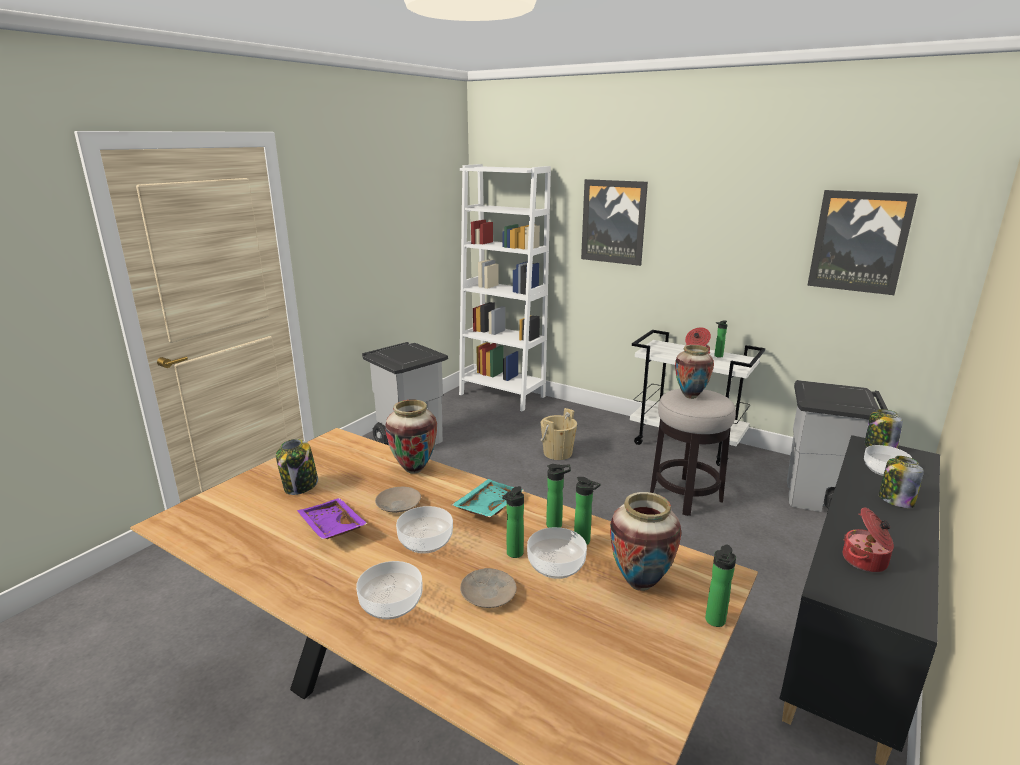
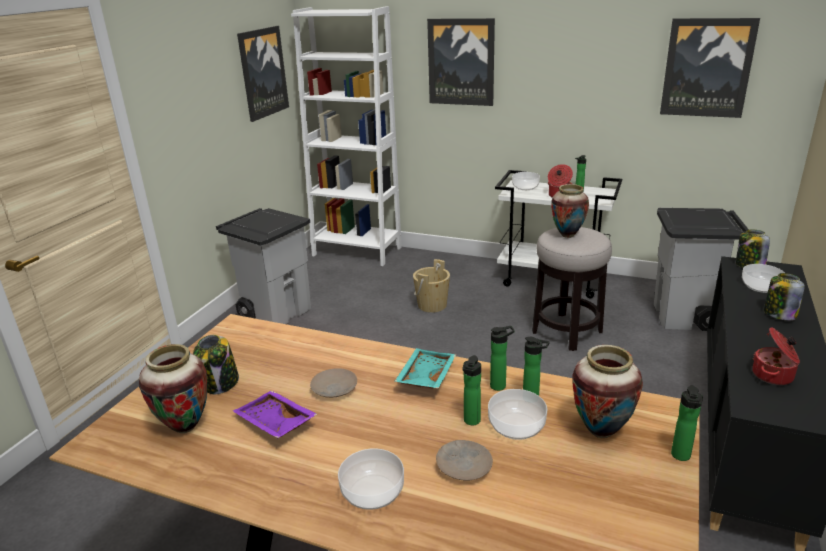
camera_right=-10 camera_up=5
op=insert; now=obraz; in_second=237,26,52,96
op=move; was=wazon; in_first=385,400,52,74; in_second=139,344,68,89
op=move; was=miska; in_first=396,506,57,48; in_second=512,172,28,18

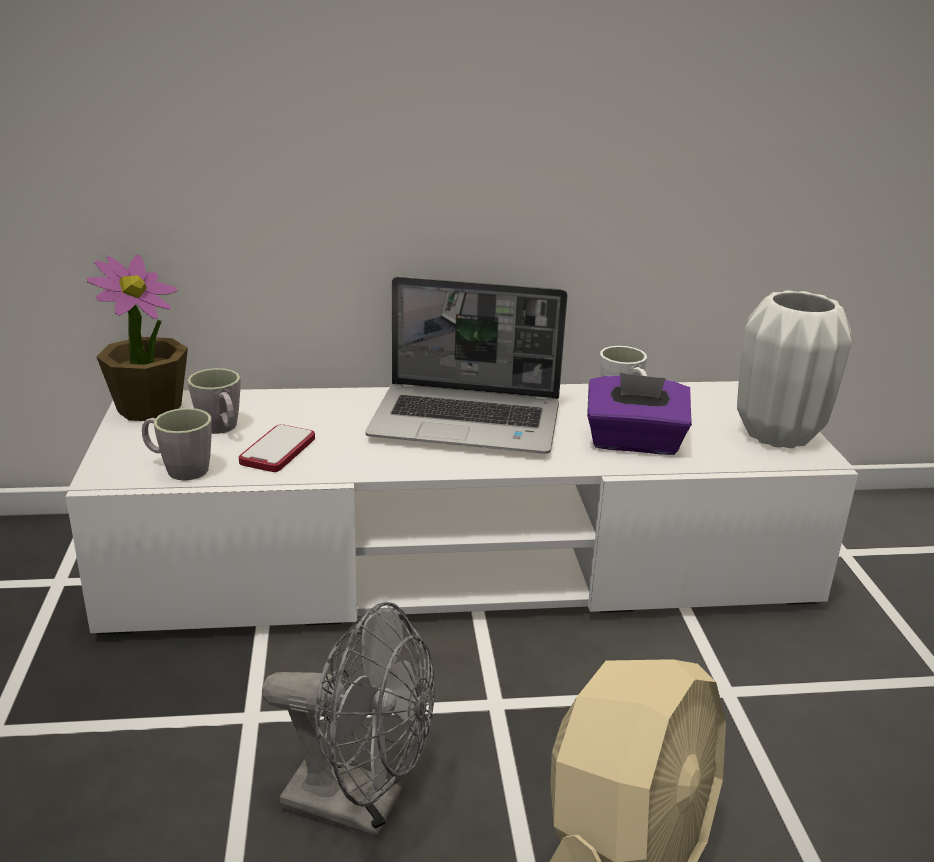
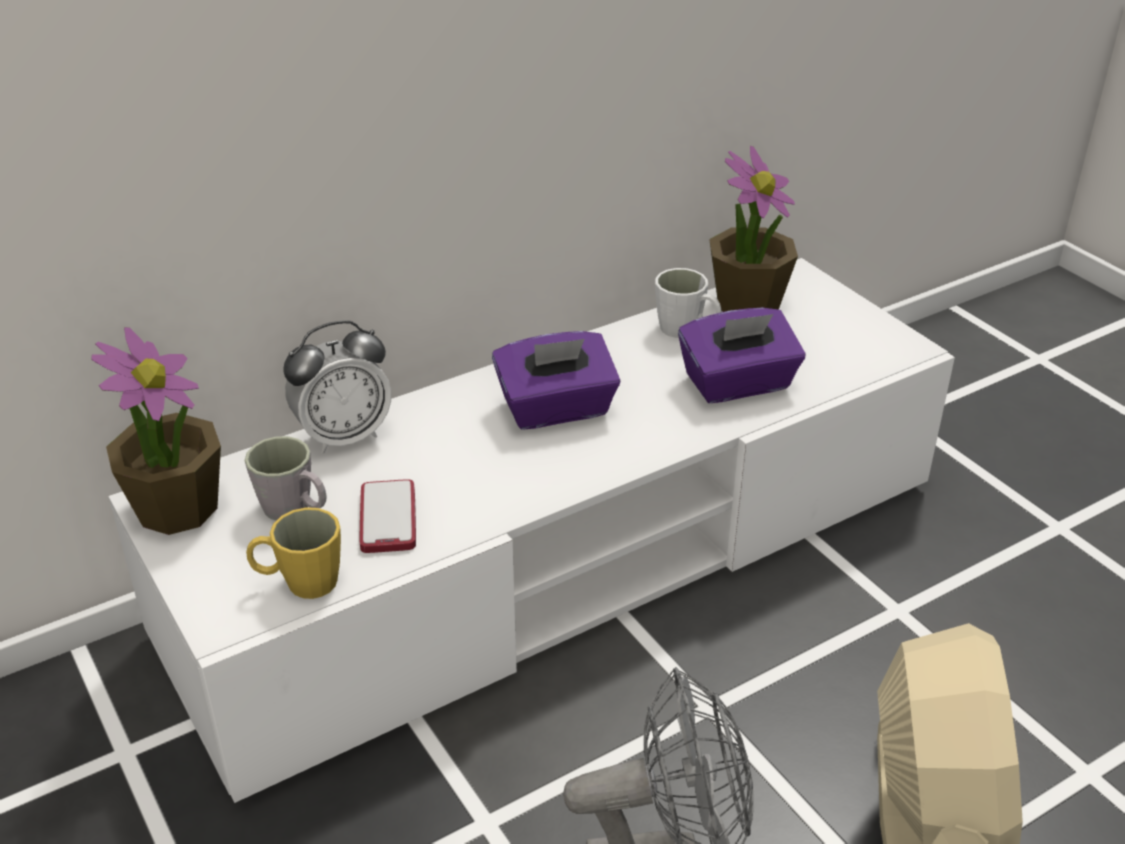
camera_right=-25 camera_up=10
op=delete; was=wazon/biały; in_first=737,290,115,158
op=insert; now=budzik; in_second=283,320,108,134
op=insert; now=roślina doniczkowa; in_second=709,145,89,167
op=replace; was=laptop; now=pudełko chusteczek/fioletowy; in_first=365,277,202,177; in_second=492,331,129,99
op=recolor; was=kubek/szary; now=kubek/żółty; in_first=142,408,70,72; in_second=246,507,95,92

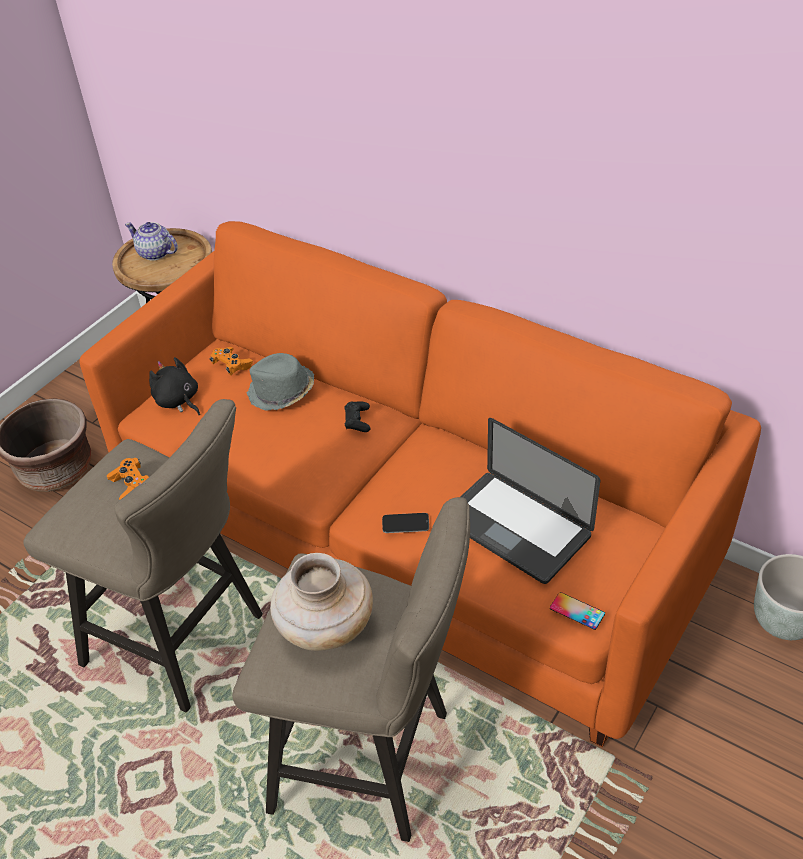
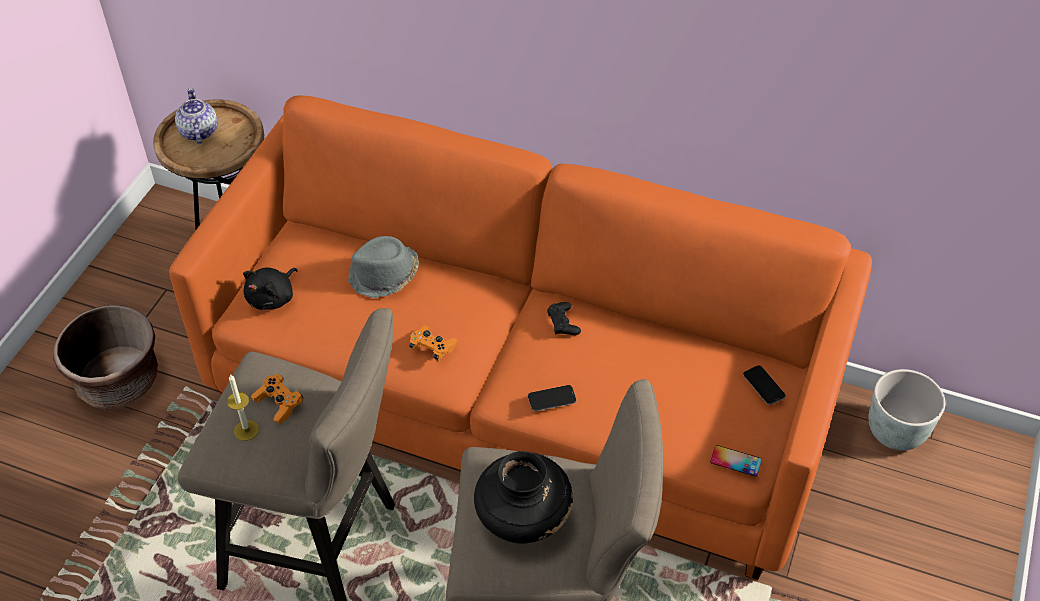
camera_right=-15 camera_up=5
op=delete; was=laptop; in_first=460,418,140,166
op=insert; now=świeca; in_second=227,374,32,67
op=insert; now=telefon; in_second=743,365,43,40
op=move; was=pad do gier/pomarańczowy; in_first=210,347,43,28; in_second=409,325,49,37
op=move; was=pad do gier/czarny; in_first=344,401,26,31; in_second=547,302,34,33
op=recolor; was=wazon/beżowy; now=wazon/czarny; in_first=270,553,103,98; in_second=474,451,99,93
op=rotate; was=imbryk; in_first=125,222,53,39; in_second=175,88,42,56; clockwise=60
op=rotate; was=pluszak/czarny; in_first=149,357,51,58; in_second=243,267,55,43; clockwise=-90

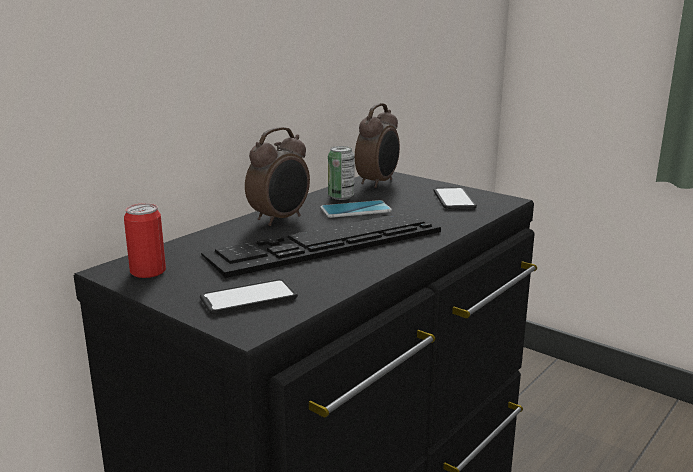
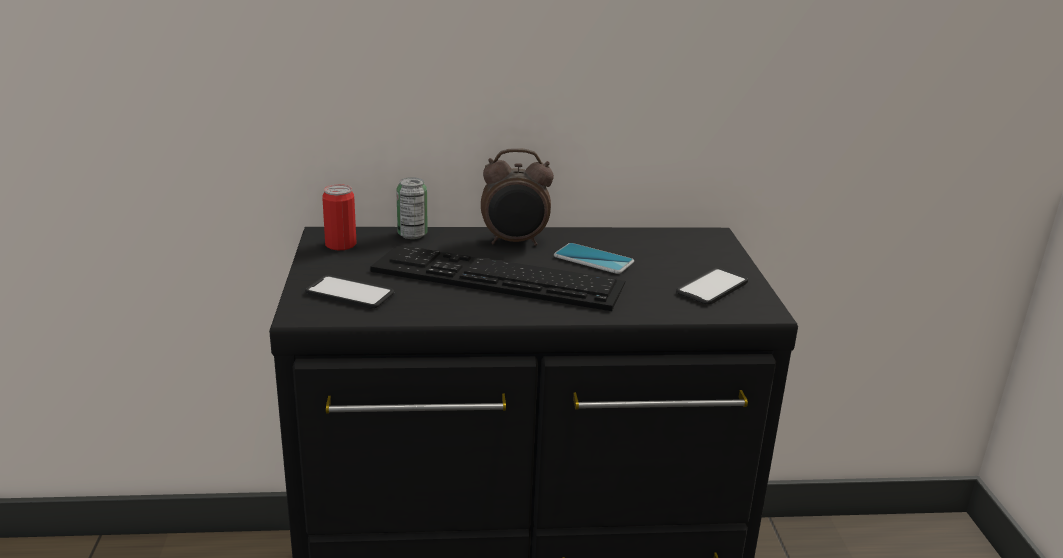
camera_right=45 camera_up=5
op=delete; was=budzik; in_first=355,103,45,85
op=move; was=puszka; in_first=328,146,26,54; in_second=396,177,32,62

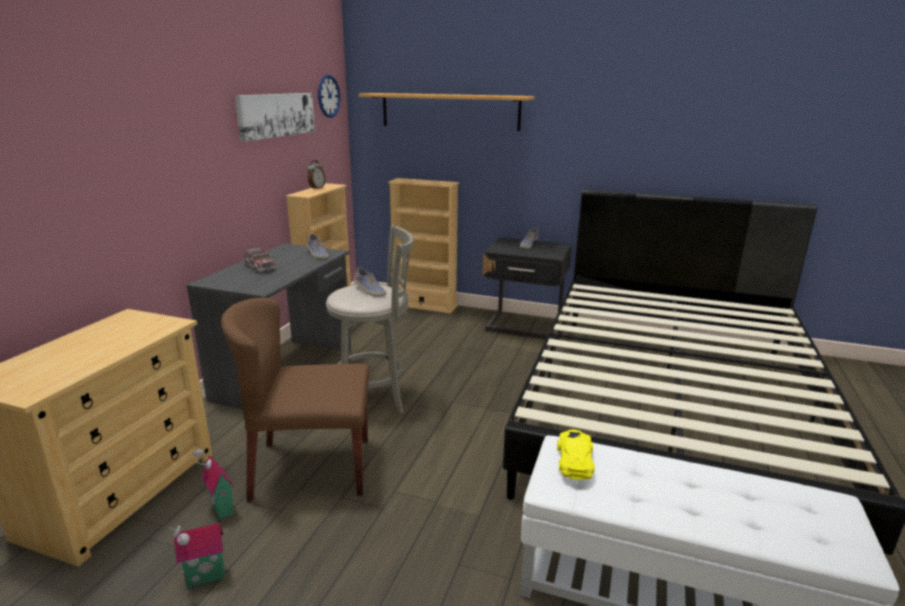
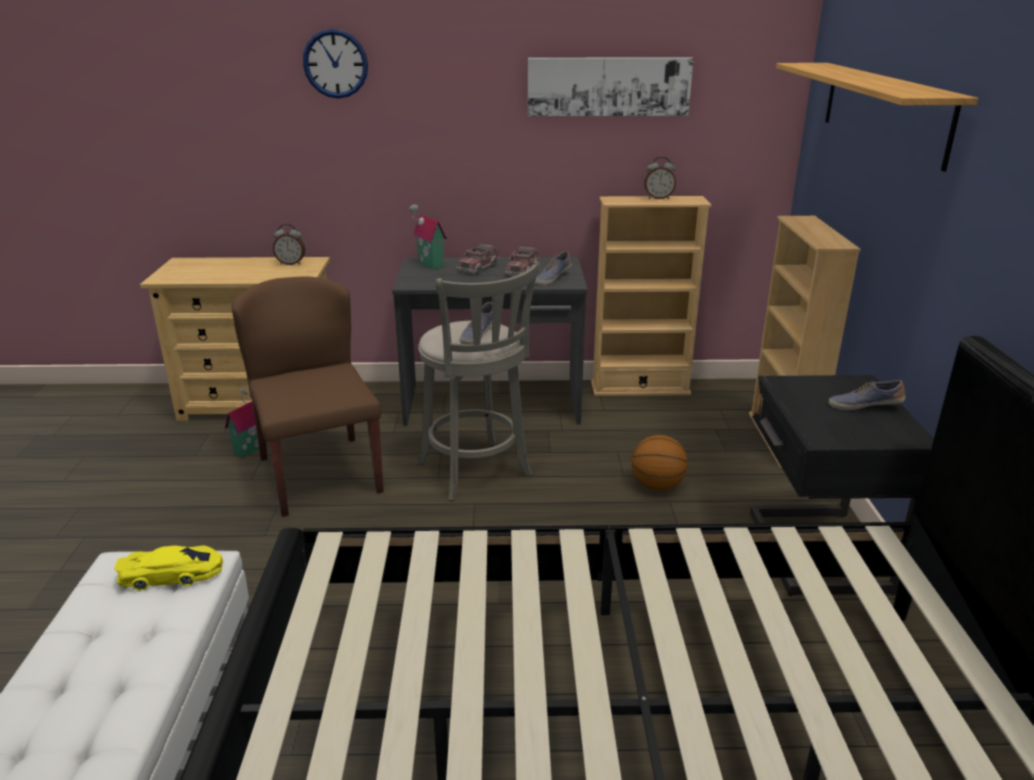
camera_right=70 camera_up=5
op=insert; now=budzik; in_second=273,224,32,41
op=insert; now=ciężarówka zabawkowa; in_second=505,245,35,31
op=insert; now=piłka do koszykówki; in_second=631,435,57,55
op=move; was=domek; in_first=169,523,56,65; in_second=409,205,38,65
op=move; was=zegar ścienny; in_first=318,75,22,43; in_second=303,29,65,70

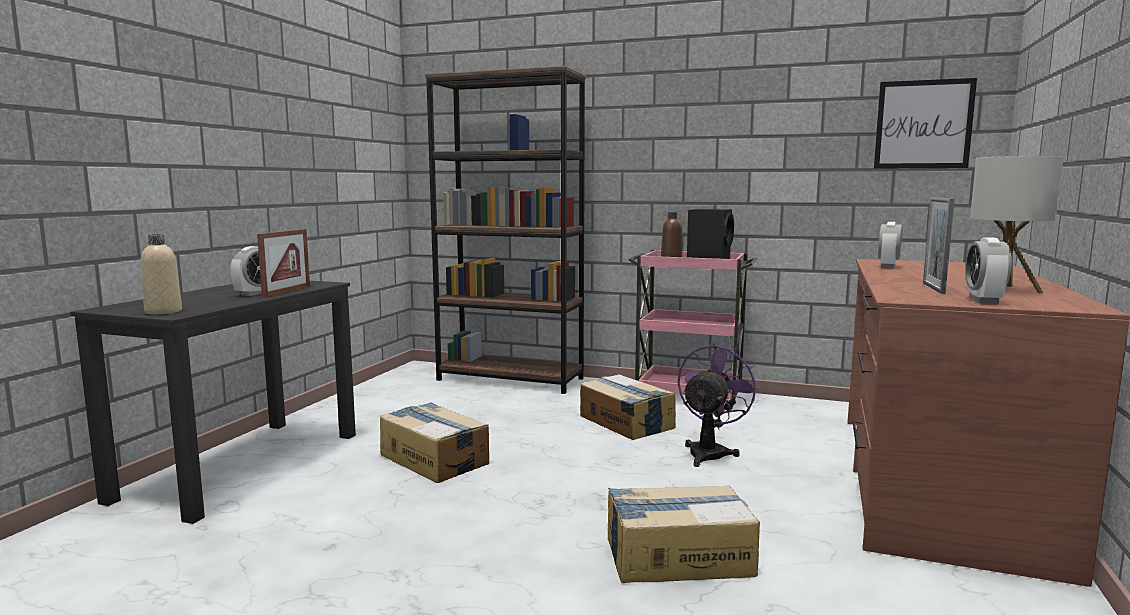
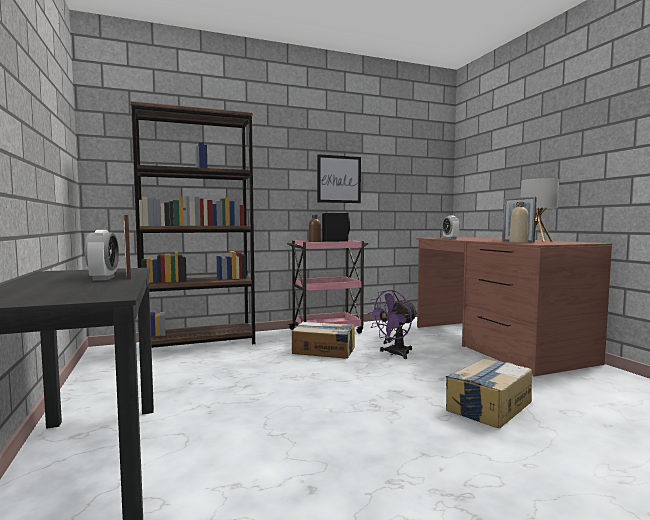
camera_right=-40 camera_up=-5
op=delete; was=karton; in_first=380,402,109,81
op=delete; was=budzik; in_first=965,237,47,67
op=move; was=butelka/beżowy; in_first=141,234,41,80; in_second=509,202,20,41
op=move; was=obraz; in_first=874,78,103,91; in_second=317,154,44,49
op=rotate; was=wentylator/fioletowy; in_first=677,343,83,124; in_second=367,290,51,69; clockwise=-120

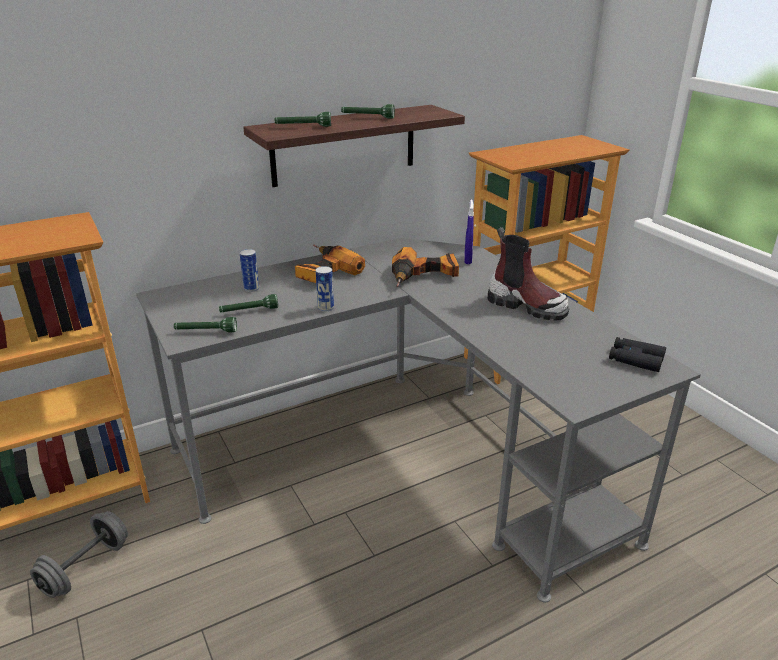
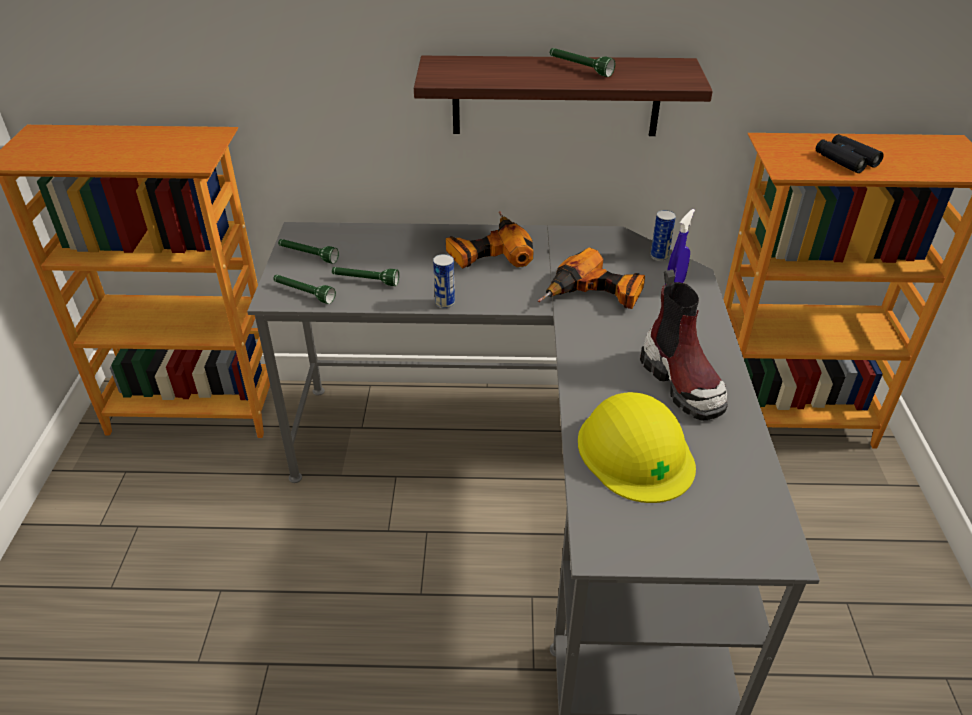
camera_right=30 camera_up=10
op=delete; was=hantel/szary; in_first=30,511,98,87
op=insert; now=kask/żółty; in_second=578,392,118,111
op=move; was=puszka; in_first=240,249,19,43; in_second=650,210,26,51
op=move; was=latarka/zielony; in_first=274,112,57,15; in_second=278,239,61,25
op=move; was=lornetka/czarny; in_first=609,337,57,35; in_second=816,134,68,39

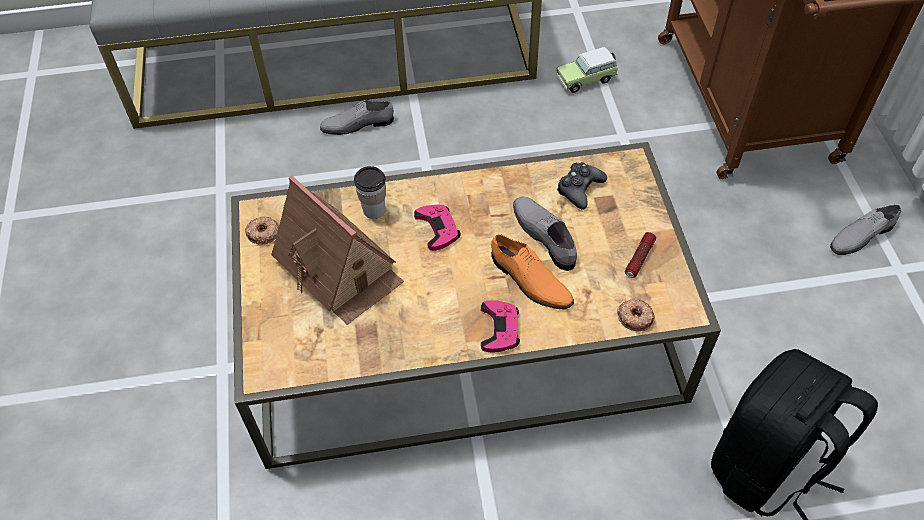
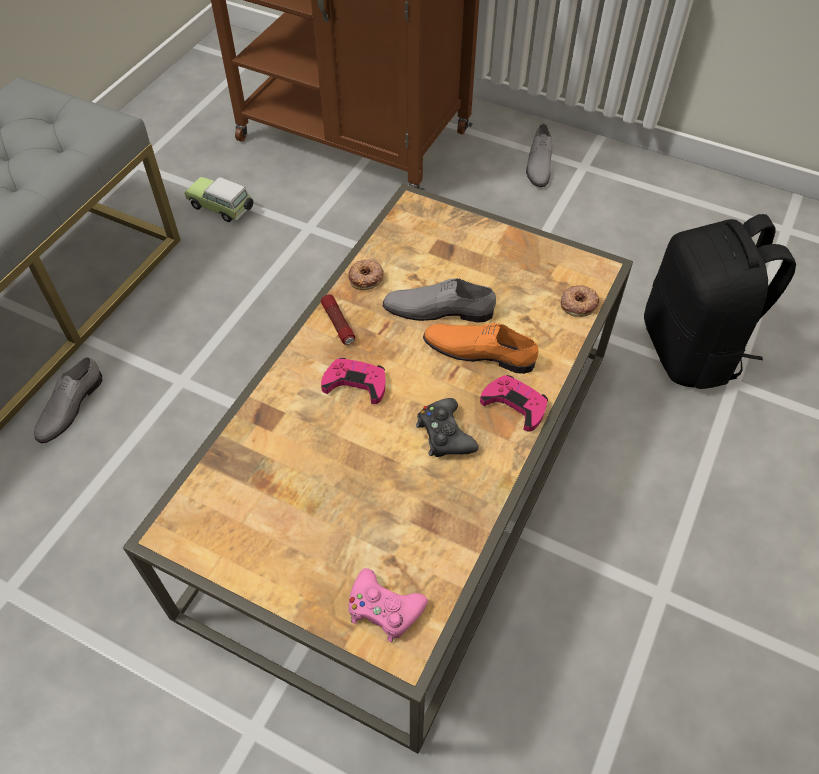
camera_right=-55 camera_up=0
op=delete; was=domek; in_first=271,175,133,150
op=delete; was=filiżanka; in_first=354,166,32,53
op=insert; now=pad do gier/różowy; in_second=348,568,80,74
op=move; was=donut; in_first=245,217,34,28; in_second=348,259,36,31
op=move; was=pad do gier/czarny; in_first=557,162,50,48; in_second=416,398,63,59
op=move; was=latarka; in_first=625,232,31,46; in_second=321,294,34,51
op=rotate; was=but/pomarańczowy; in_first=491,234,83,75; in_second=423,323,115,51; clockwise=-150
op=rotate; was=samochodzik; in_first=556,47,62,46; in_second=184,177,69,45; clockwise=105

